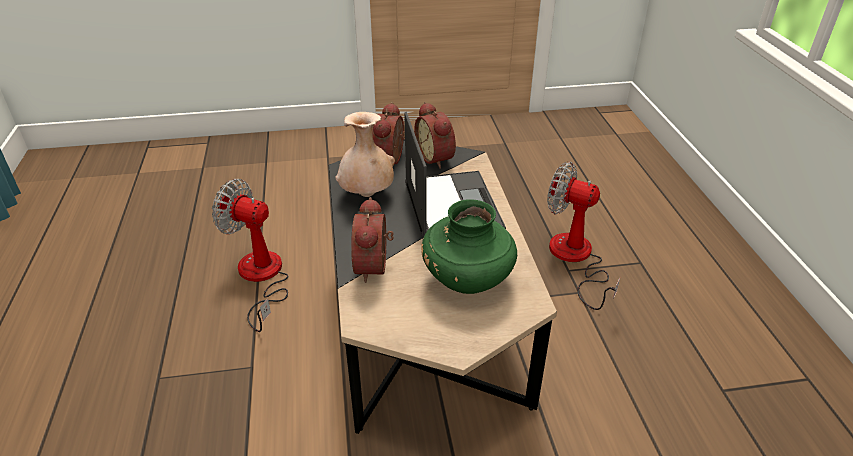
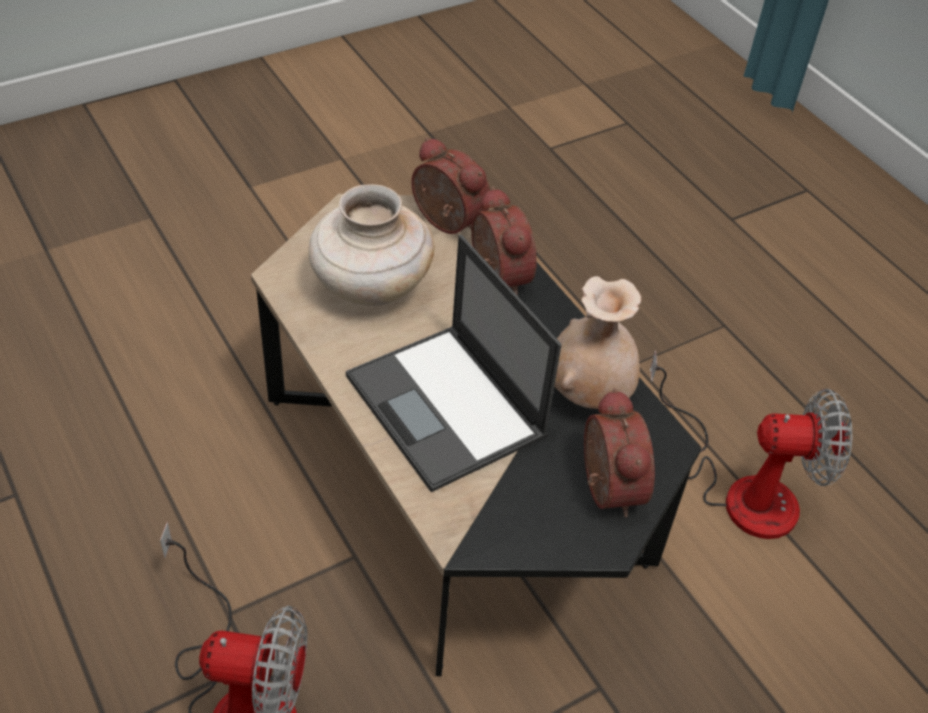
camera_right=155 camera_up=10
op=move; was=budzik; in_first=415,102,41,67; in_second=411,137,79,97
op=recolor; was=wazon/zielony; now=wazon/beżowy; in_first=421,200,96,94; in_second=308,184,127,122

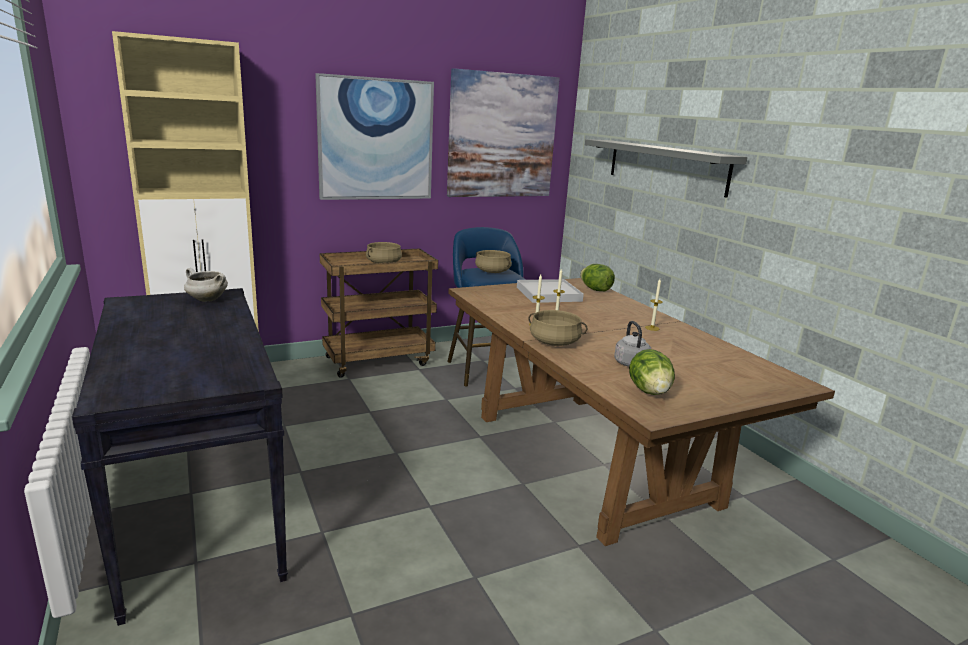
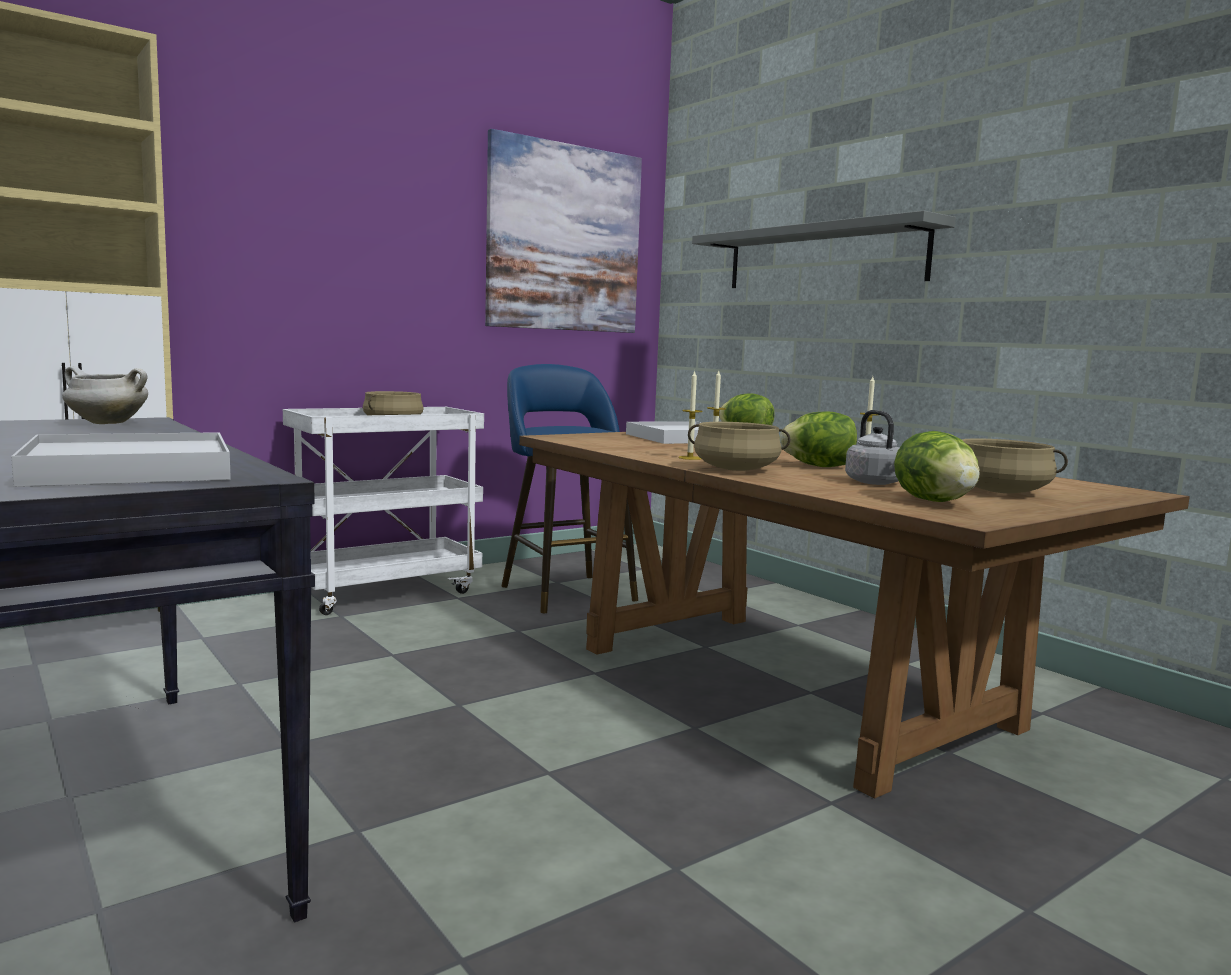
camera_right=-10 camera_up=-10
op=delete; was=obraz; in_first=315,73,119,127
op=insert; now=taca/biały; in_second=11,432,220,55
op=insert; now=sałata; in_second=779,411,78,56
op=move; was=garnek/beżowy; in_first=475,250,37,23; in_second=962,438,106,55
op=recolor; was=wózek/brązowy; now=wózek/biały; in_first=320,248,118,130; in_second=283,407,201,208

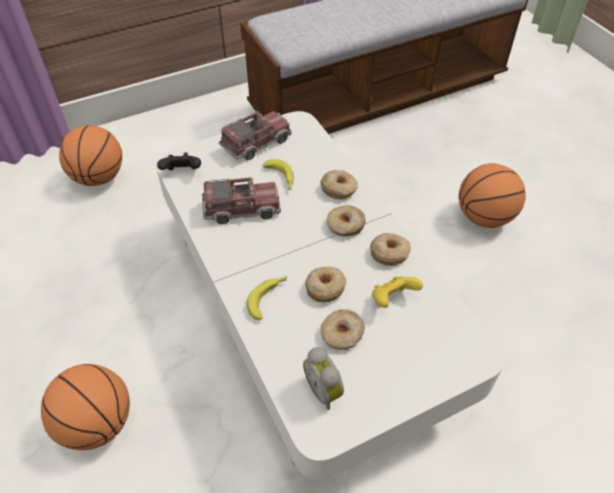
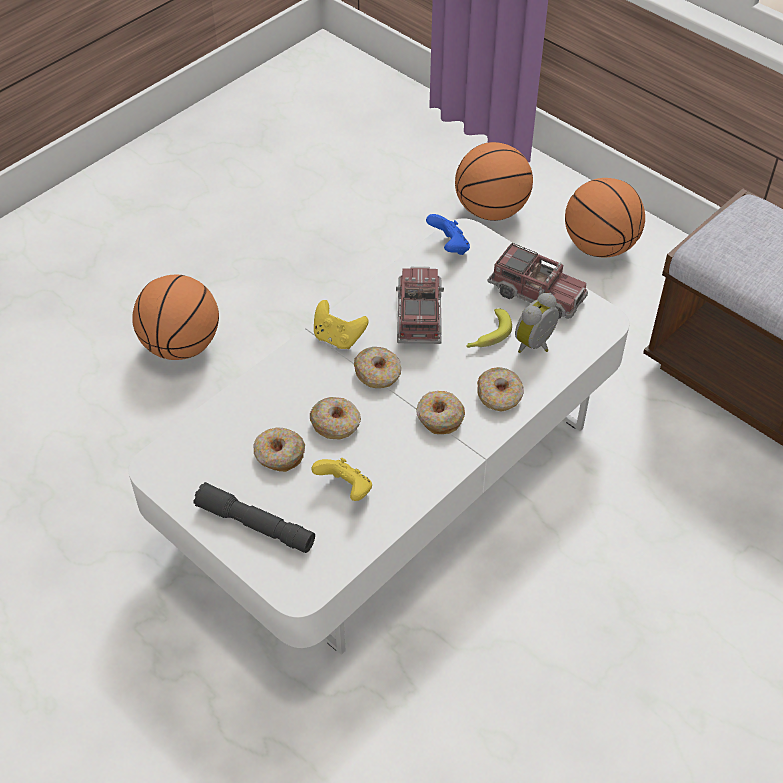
camera_right=70 camera_up=0
op=delete; was=banan; in_first=247,276,40,44
op=insert; now=latarka/szary; in_second=194,482,121,71
op=insert; now=pad do gier/żółty; in_second=314,300,55,49
op=move; was=budzik; in_first=303,347,41,63; in_second=515,293,44,60
op=move; was=donut; in_first=370,233,41,33; in_second=354,347,47,41
op=move; was=piłka do koszykówki; in_first=459,163,67,65; in_second=565,178,80,79
op=recolor; was=pad do gier/czarny; now=pad do gier/niebieski; in_first=157,153,44,17; in_second=426,214,44,41
op=rotate; was=ciężarówka zabawkowa; in_first=202,177,79,47; in_second=396,267,48,77; clockwise=-150

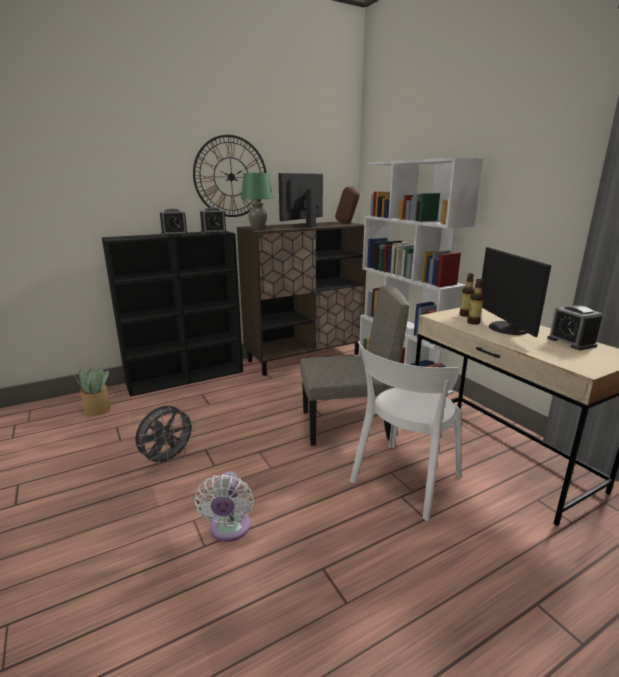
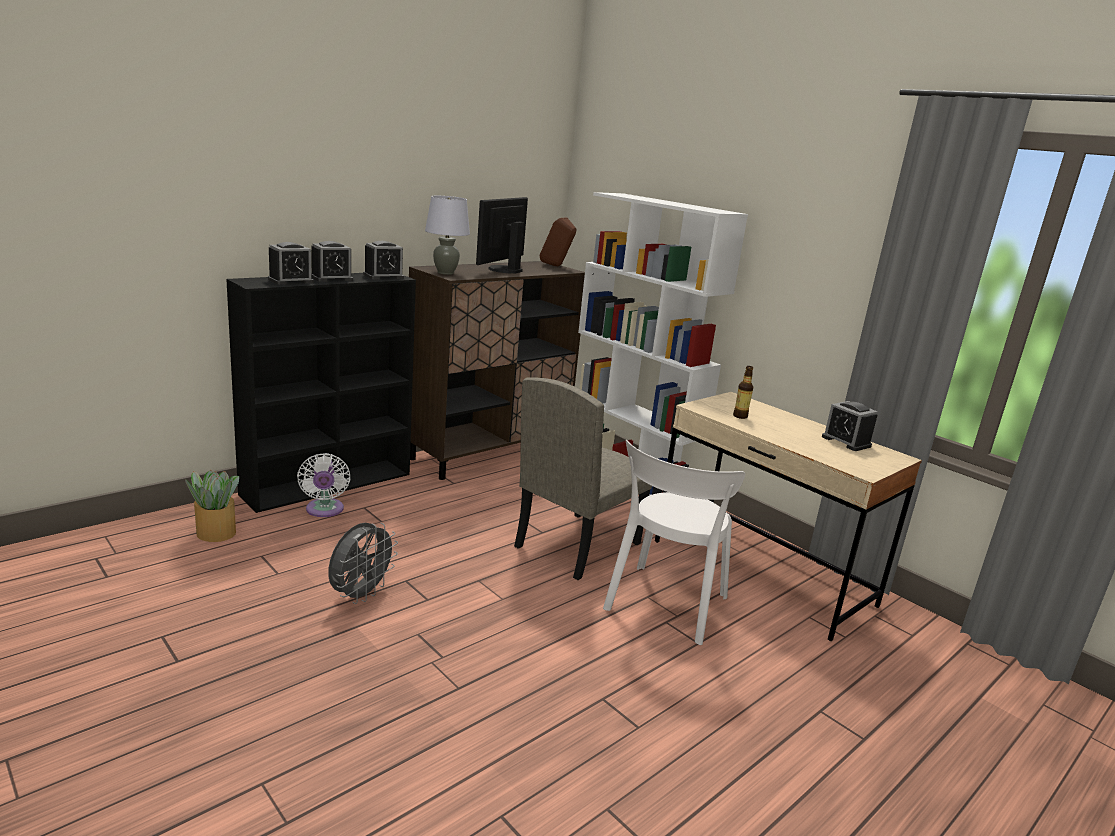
camera_right=-15 camera_up=0
op=delete; was=zegar ścienny; in_first=193,135,74,82
op=delete; was=butelka; in_first=459,273,15,44
op=delete; was=monitor; in_first=482,247,69,90
op=insert; now=budzik; in_second=268,242,46,43
op=move; was=wentylator/biały; in_first=194,471,60,71; in_second=297,453,53,64
op=recolor; was=lampa stołowa/zielony; now=lampa stołowa/szary; in_first=241,173,32,56; in_second=425,196,45,79
op=rotate; was=krzesło/beżowy; in_first=300,286,109,160; in_second=514,378,138,202; clockwise=150

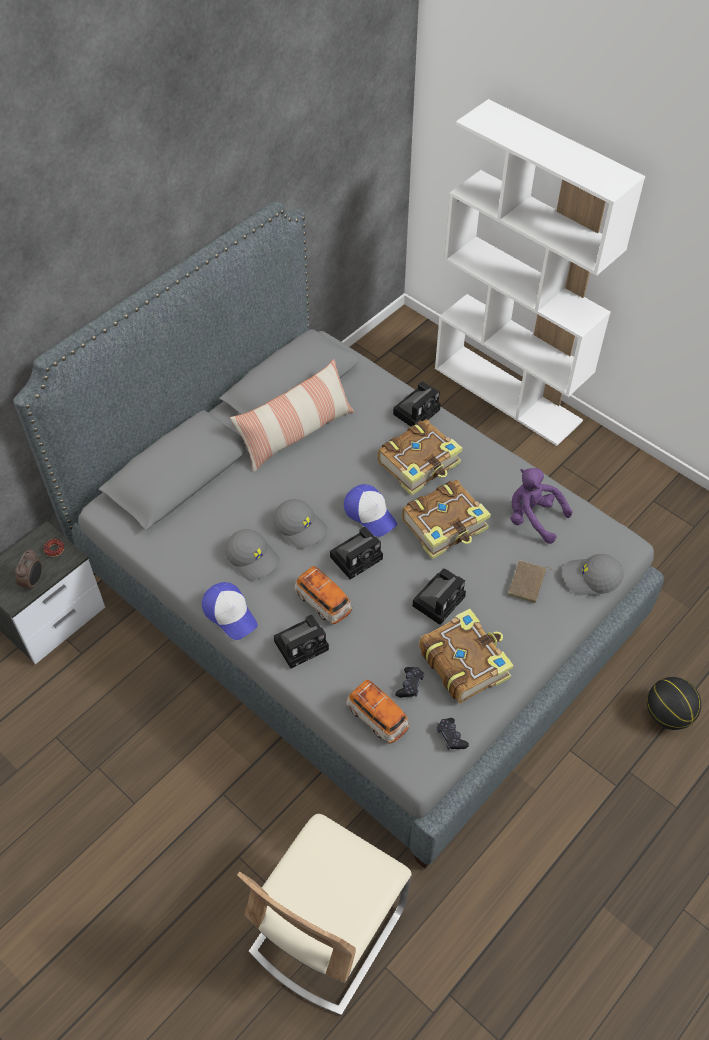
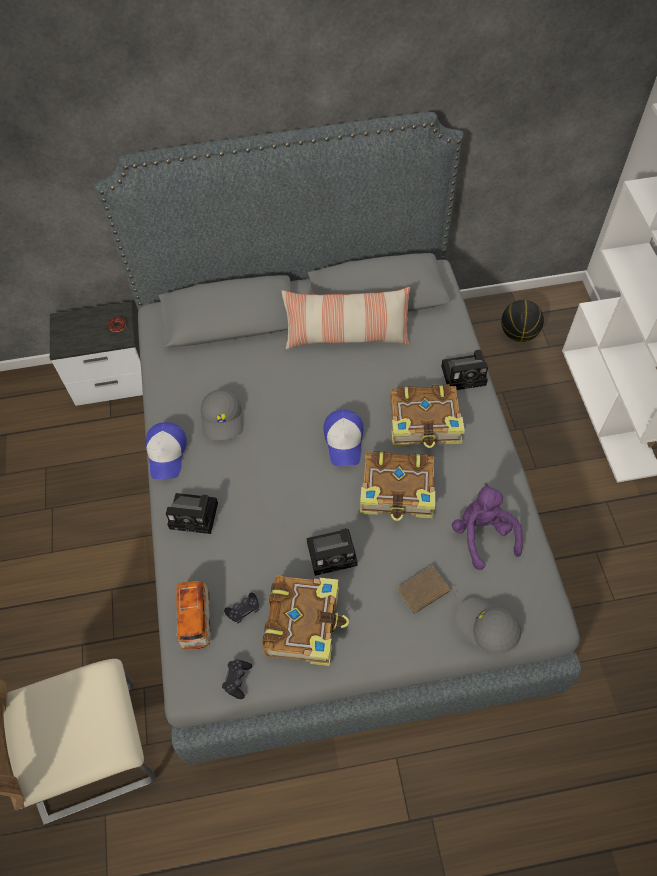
camera_right=40 camera_up=5
op=delete; was=budzik; in_first=15,549,27,42
op=delete; was=czapka z daszkiem/szary; in_first=273,499,54,50
op=delete; was=samochodzik; in_first=294,566,58,58
op=delete; was=aparat fotograficzny; in_first=330,527,53,53
op=move; was=piłka do koszykówki; in_first=647,677,54,53; in_second=501,300,43,42

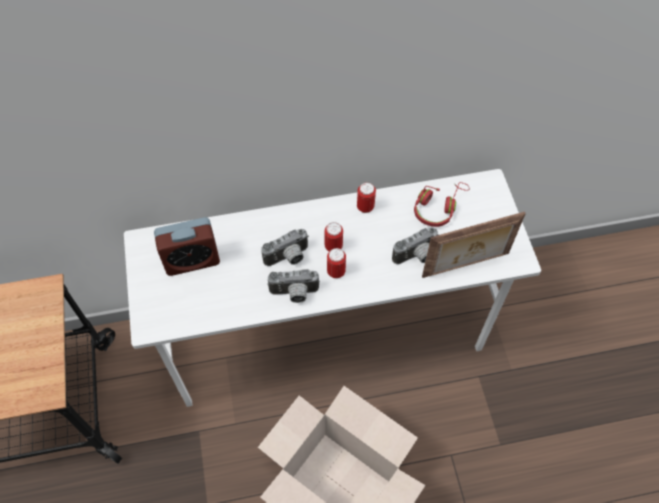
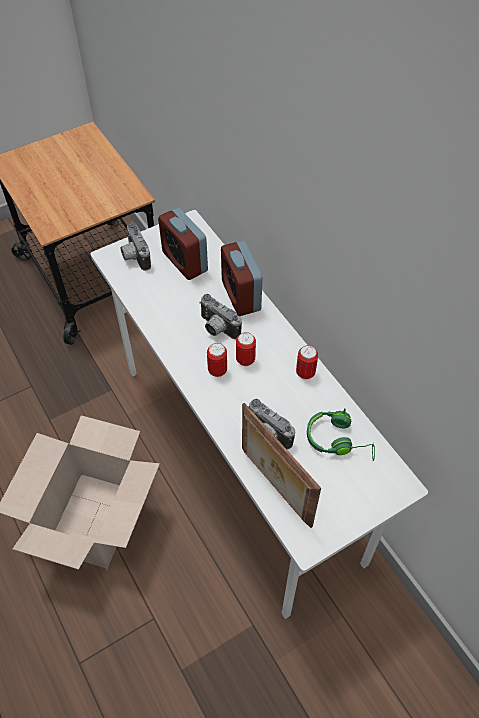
camera_right=70 camera_up=-5
op=insert; now=budzik; in_second=221,240,42,76
op=move; was=aparat fotograficzny; in_first=267,269,53,34; in_second=120,222,31,49
op=recolor; was=słuchawki/czerwony; now=słuchawki/zielony; in_first=414,182,56,45; in_second=307,408,68,53

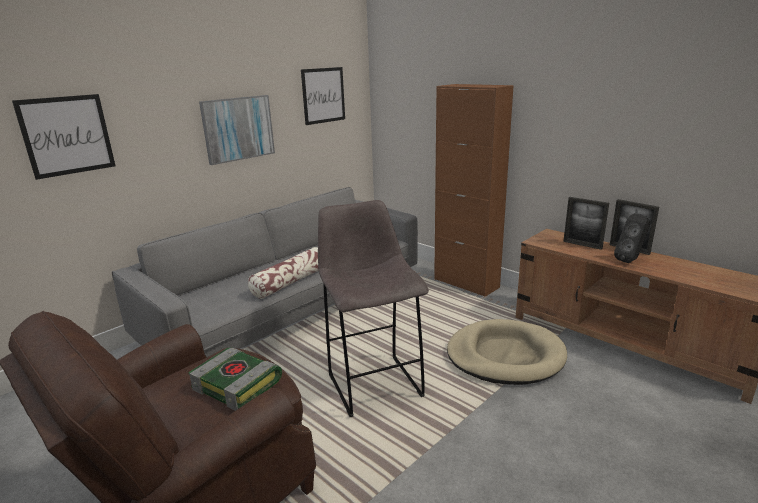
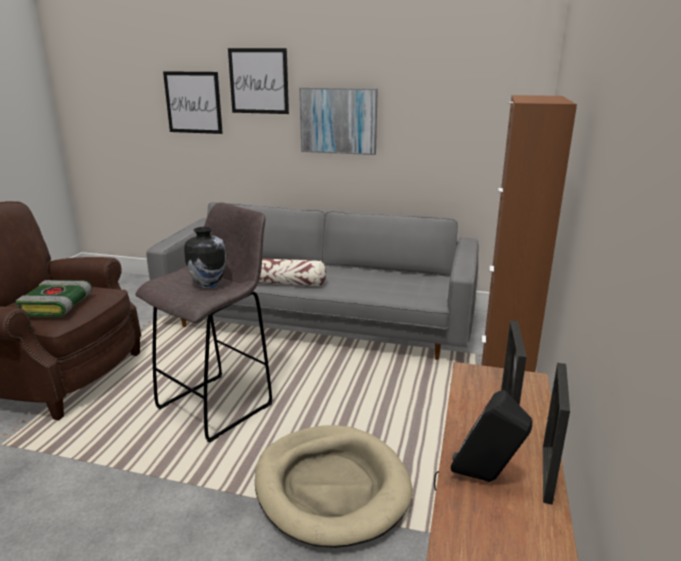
camera_right=60 camera_up=0
op=insert; now=wazon; in_second=184,227,42,61
op=move; was=obraz; in_first=301,67,44,58; in_second=228,48,61,66

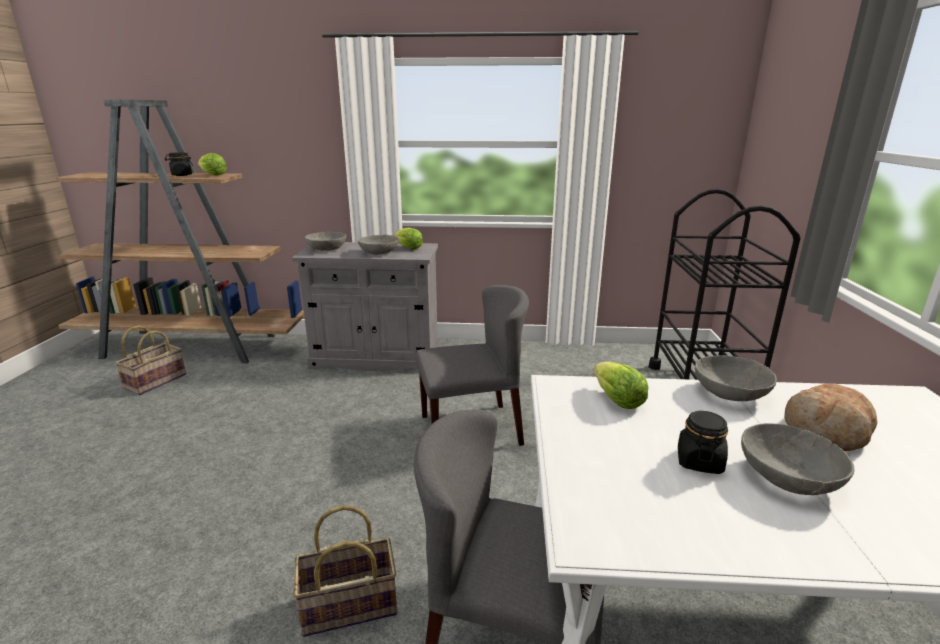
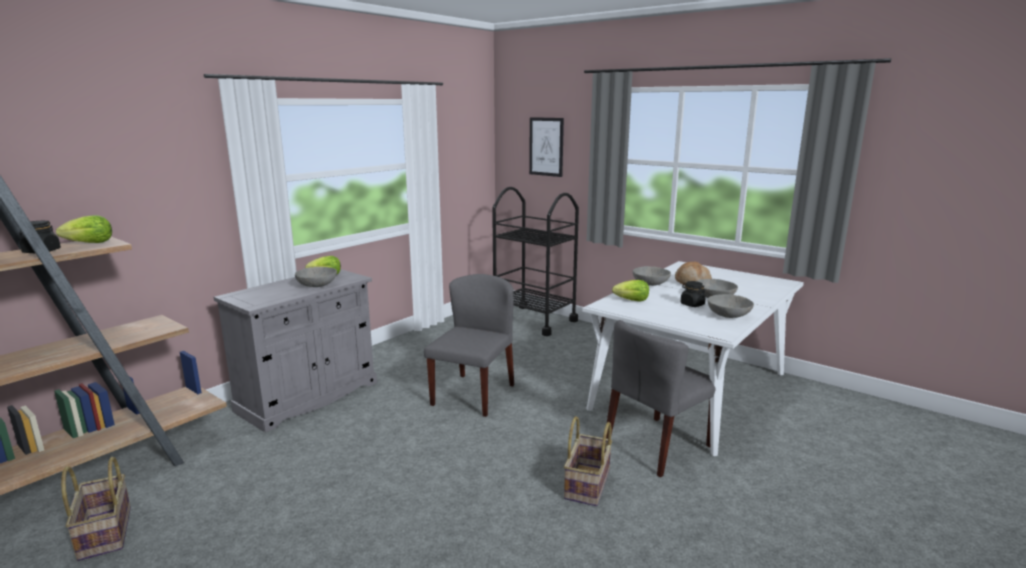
camera_right=-55 camera_up=-5
op=insert; now=obraz; in_second=529,117,35,60
op=move; was=miska/szary; in_first=305,232,41,19; in_second=707,294,47,24

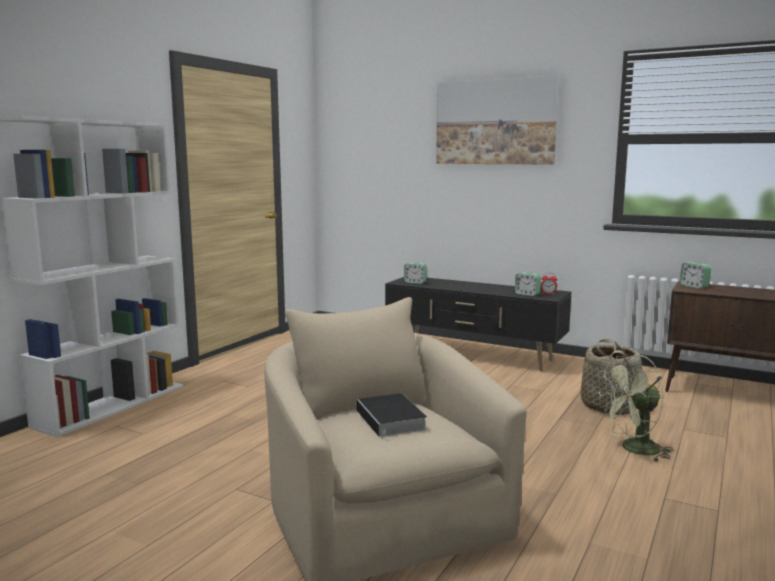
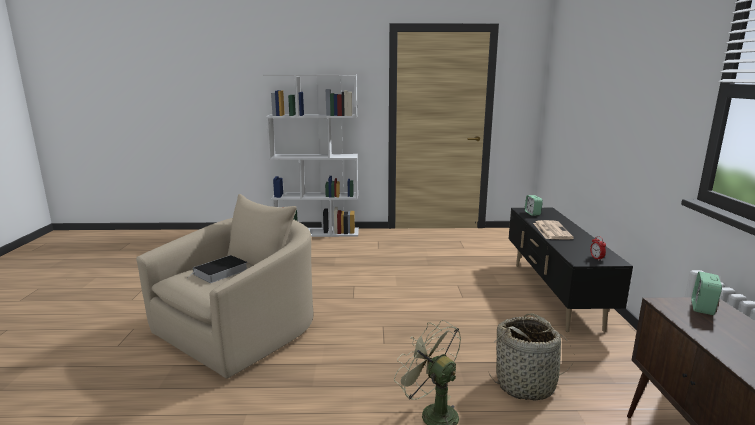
camera_right=60 camera_up=5
op=delete; was=obraz; in_first=436,75,123,90
op=delete; was=budzik; in_first=515,272,26,24
op=insert; now=gazeta; in_second=533,220,41,20

